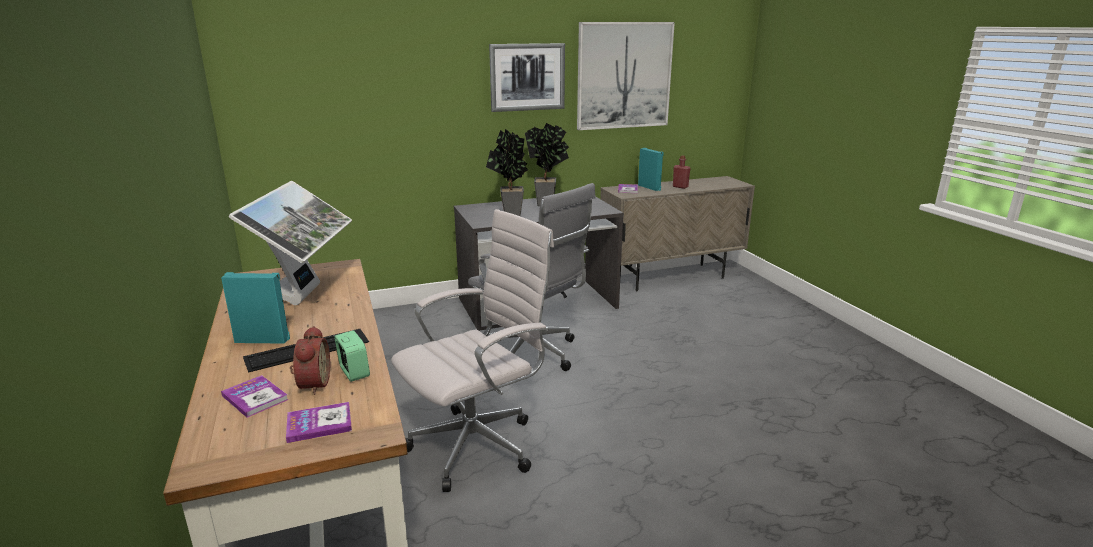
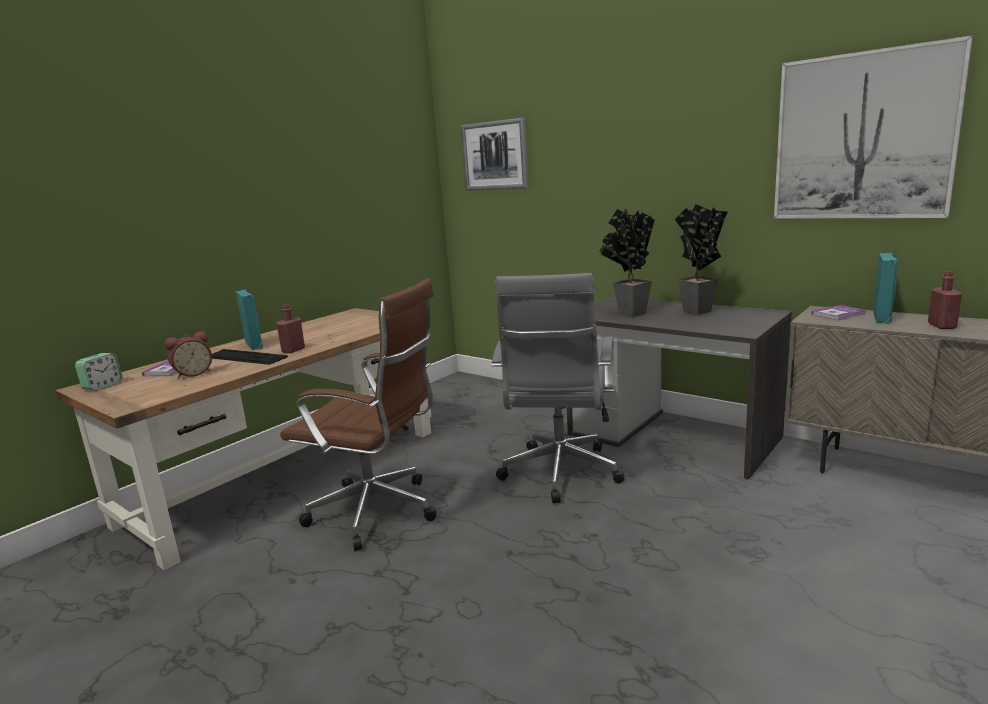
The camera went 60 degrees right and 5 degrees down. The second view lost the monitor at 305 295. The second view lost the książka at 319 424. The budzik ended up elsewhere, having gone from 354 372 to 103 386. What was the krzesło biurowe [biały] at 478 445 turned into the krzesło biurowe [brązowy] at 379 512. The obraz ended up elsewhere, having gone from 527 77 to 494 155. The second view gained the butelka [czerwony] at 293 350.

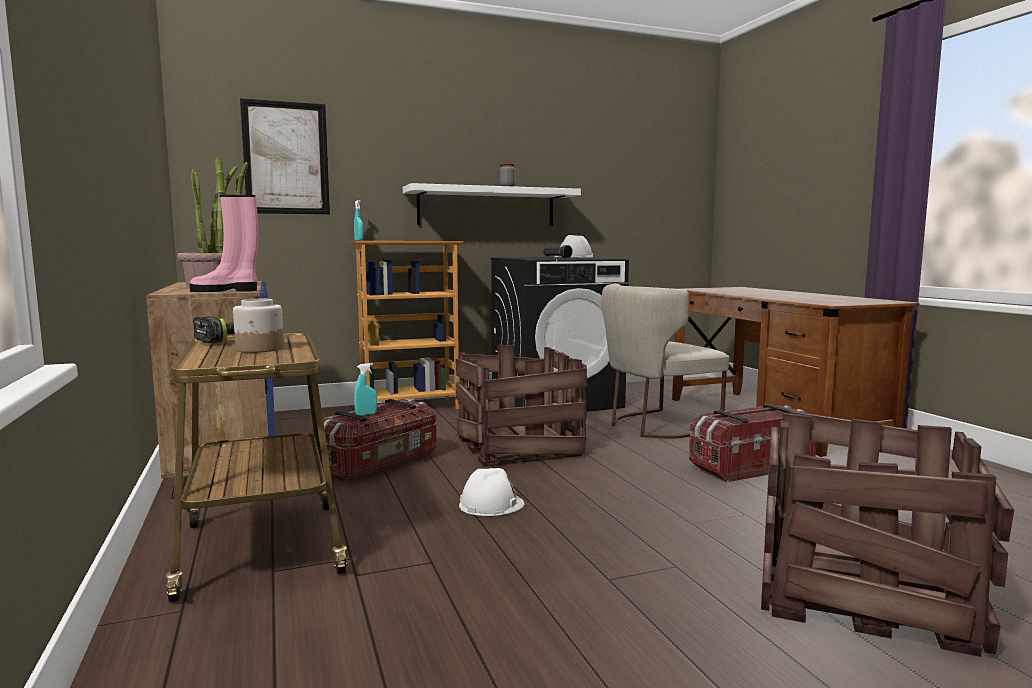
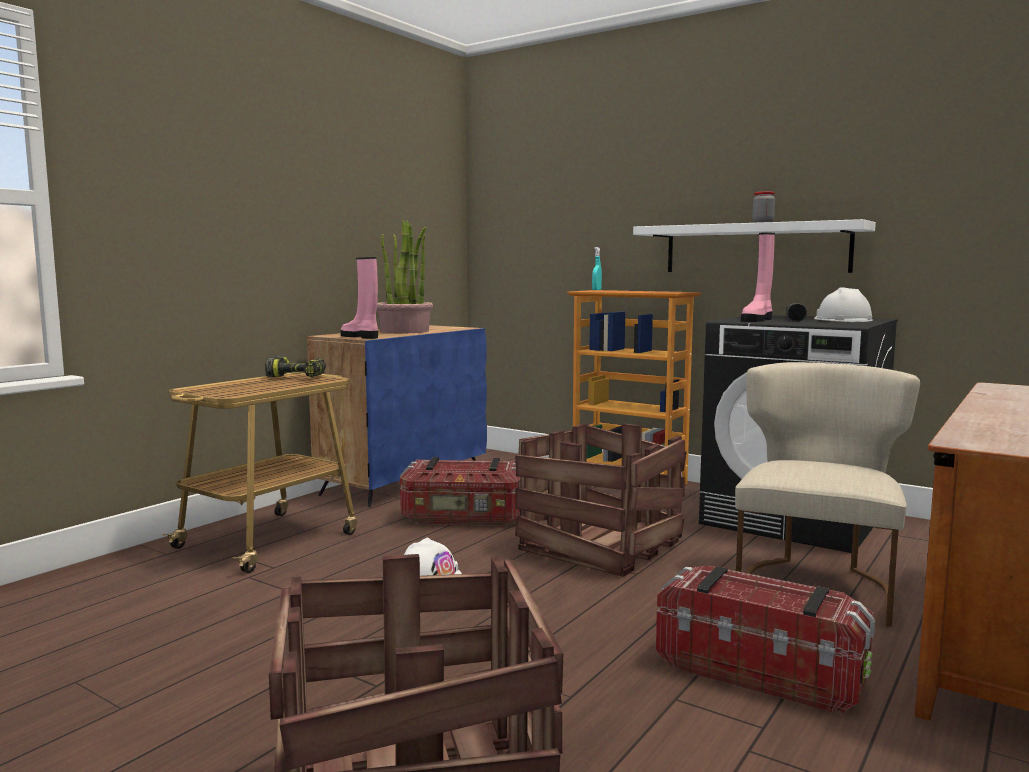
The camera went 55 degrees right and 0 degrees up. The second view lost the słoik at 260 349. The second view lost the obraz at 286 158. The second view lost the spryskiwacz [turkusowy] at 366 414. The krzesło [beżowy] at 655 426 ended up facing another way, 90 degrees clockwise from before. The second view gained the but z cholewką [różowy] at 757 320.

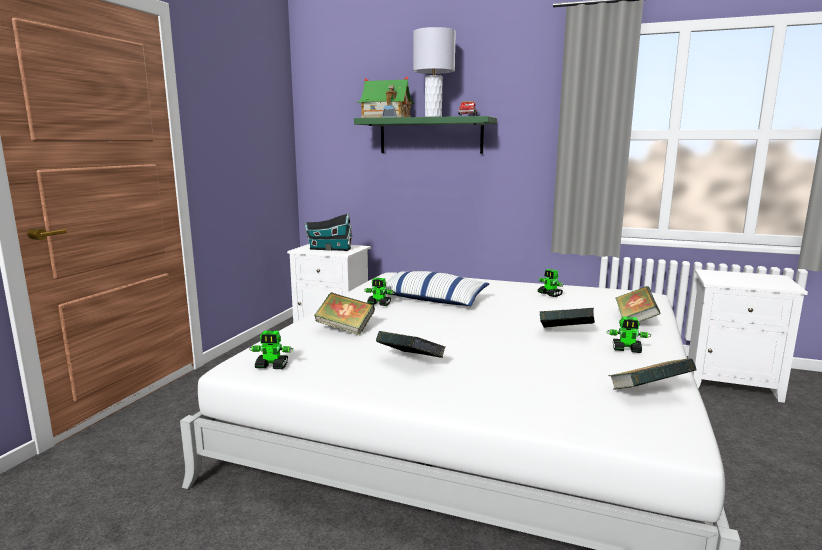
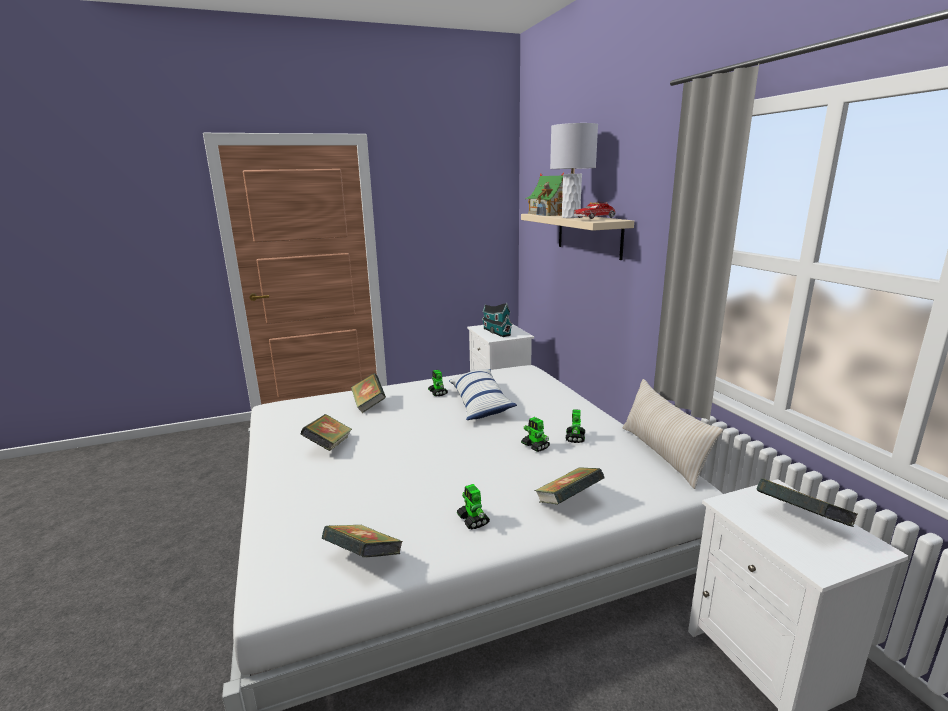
The camera went 50 degrees right and 5 degrees up. The robot zabawkowy ended up elsewhere, having gone from 272 366 to 535 446. What was the półka [zielony] at 430 136 turned into the półka [beżowy] at 588 234. The książka ended up elsewhere, having gone from 566 333 to 800 521. The second view gained the poduszka [beżowy] at 663 454.

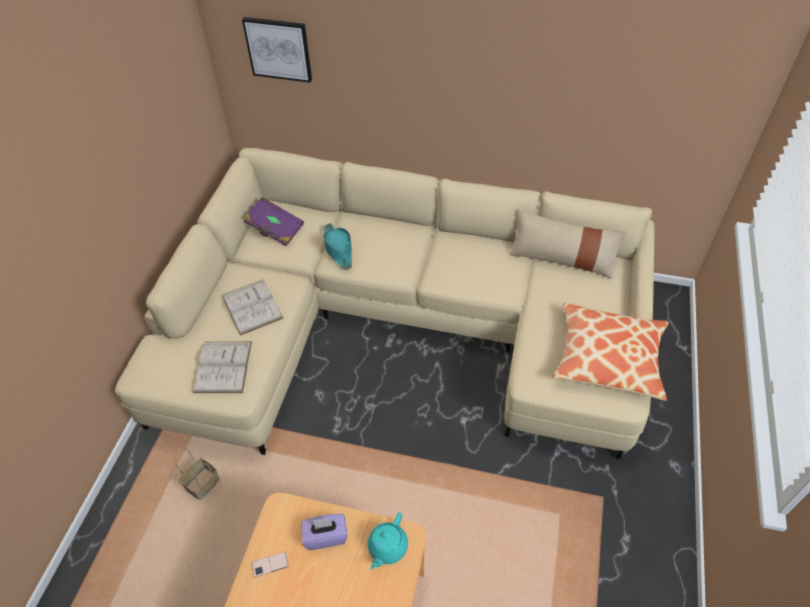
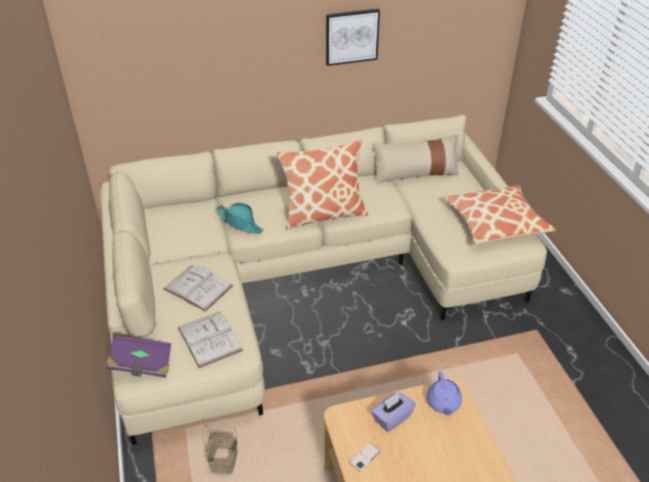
The camera went 30 degrees left and 10 degrees down. The obraz ended up elsewhere, having gone from 278 49 to 351 36. The książka [fioletowy] ended up elsewhere, having gone from 275 230 to 141 365. What was the imbryk [turkusowy] at 387 548 turned into the imbryk [fioletowy] at 443 403. The second view gained the poduszka at 323 214.

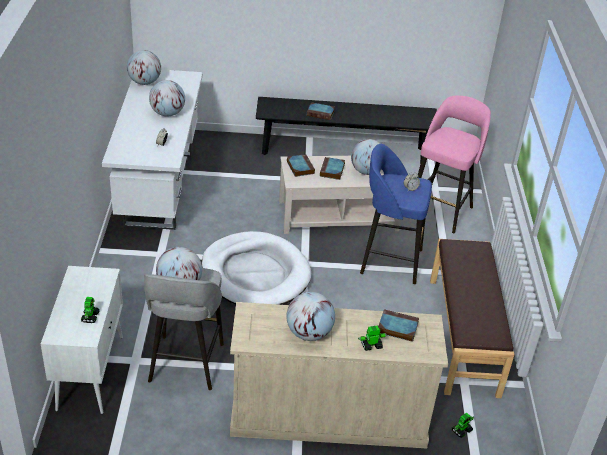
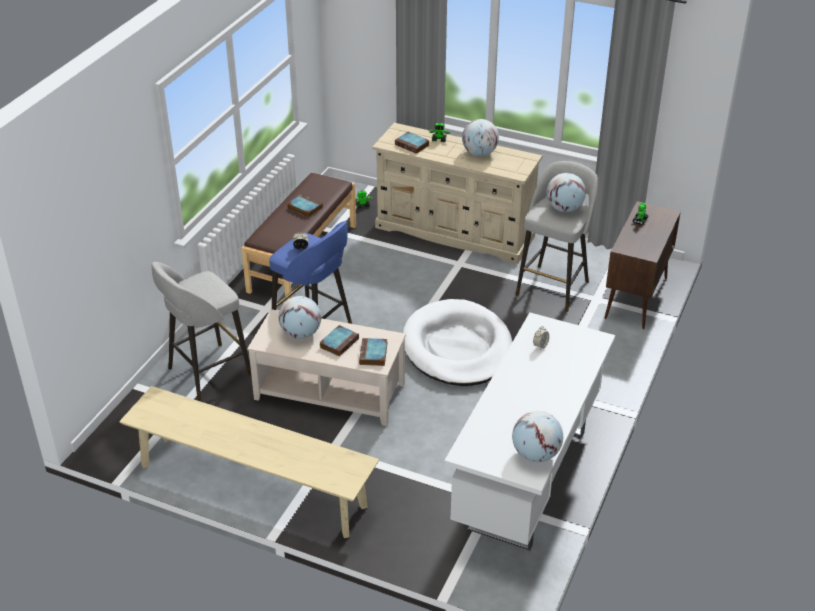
The camera went 155 degrees left and 0 degrees up. What was the szafka [biały] at 90 371 turned into the szafka [brązowy] at 636 298. The second view lost the globus at 167 113. What was the ławka [czarny] at 343 151 turned into the ławka [beżowy] at 252 486. The książka ended up elsewhere, having gone from 321 113 to 304 208. What was the stołek [różowy] at 441 210 turned into the stołek [szary] at 207 372.

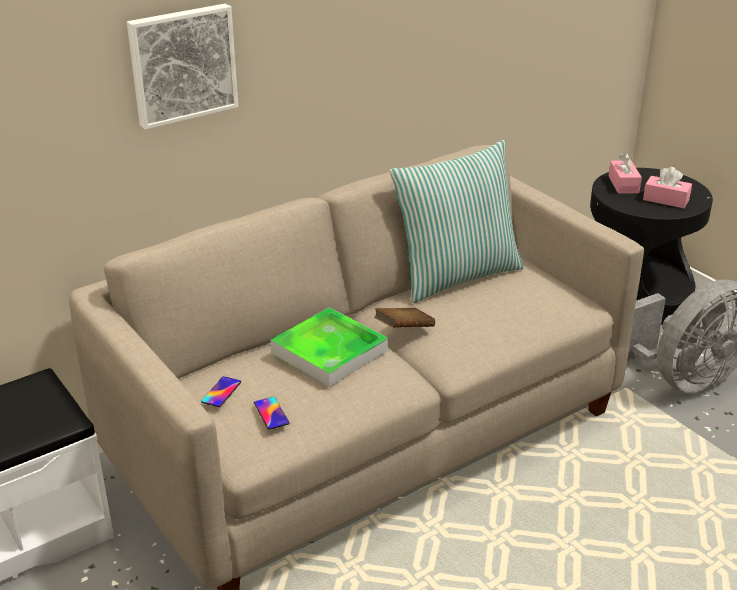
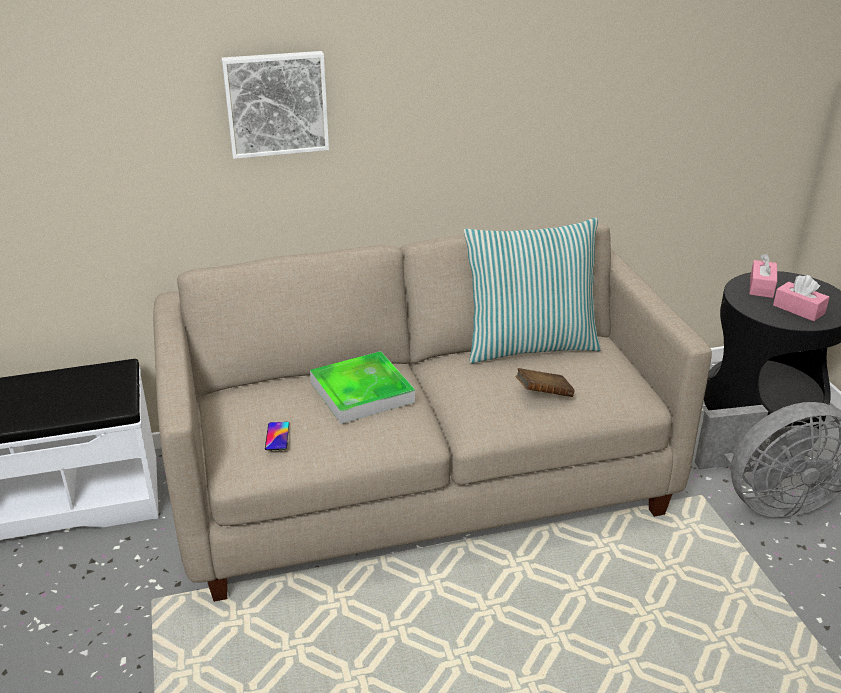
The camera went 20 degrees right and 0 degrees up. The second view lost the telefon at 221 392. The książka [brązowy] ended up elsewhere, having gone from 404 329 to 543 394.

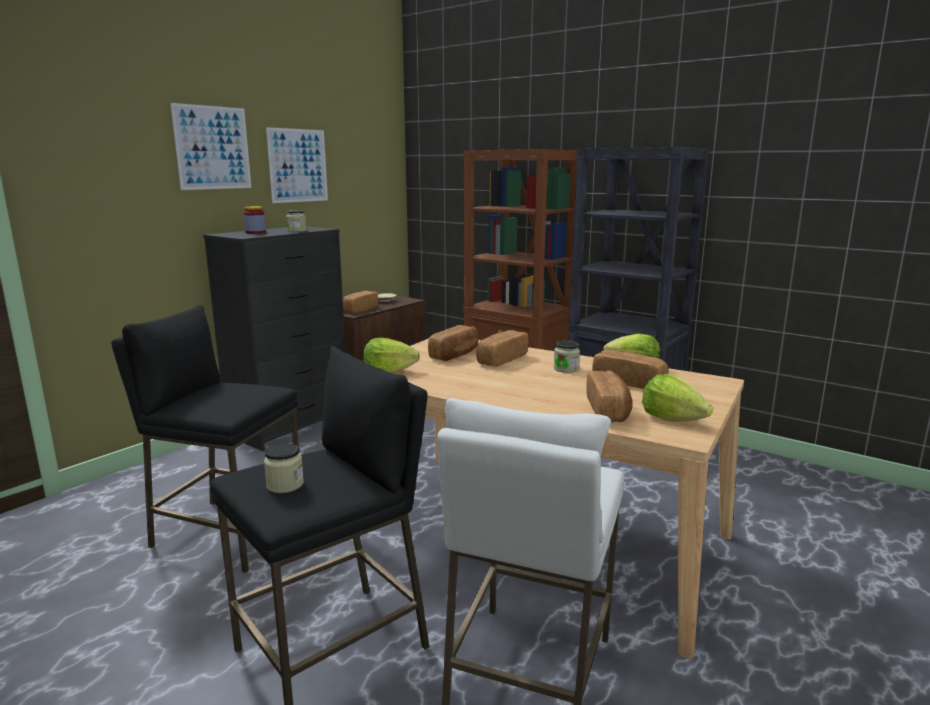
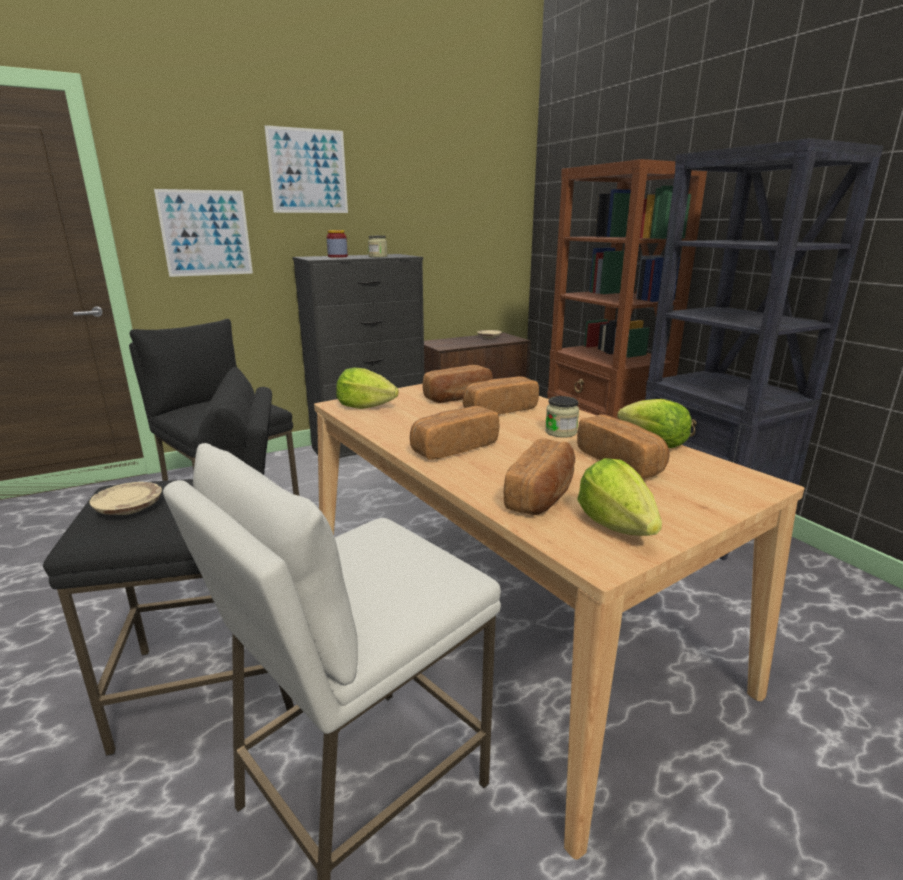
The camera went 25 degrees right and 5 degrees up. Where the słoik stood at 285 485, the talerz [beżowy] came to stand at 129 508. The obraz ended up elsewhere, having gone from 298 165 to 206 233. The chleb ended up elsewhere, having gone from 359 310 to 454 448.

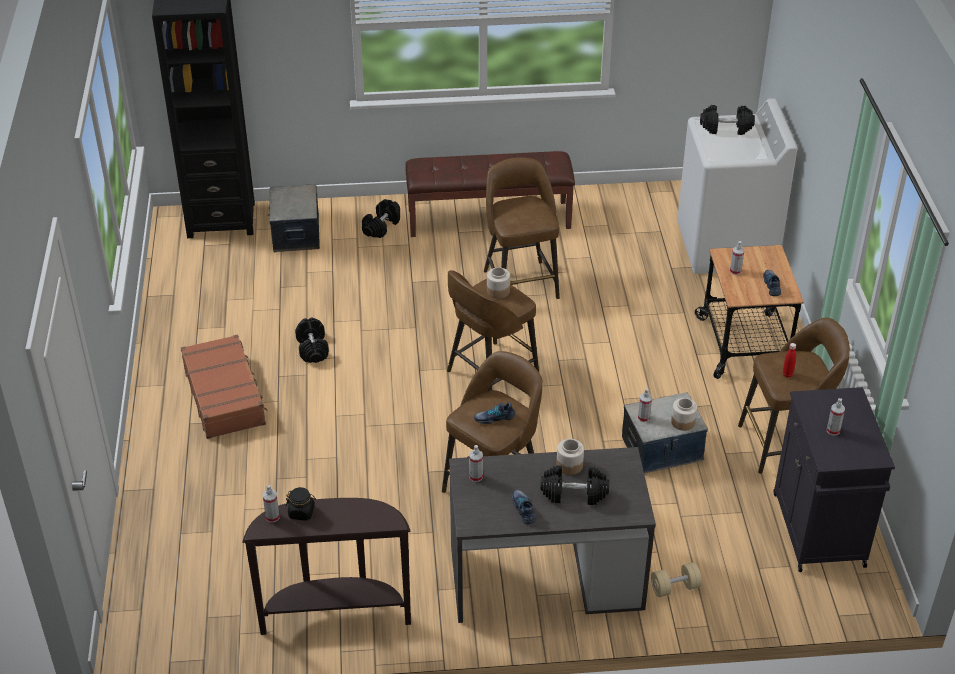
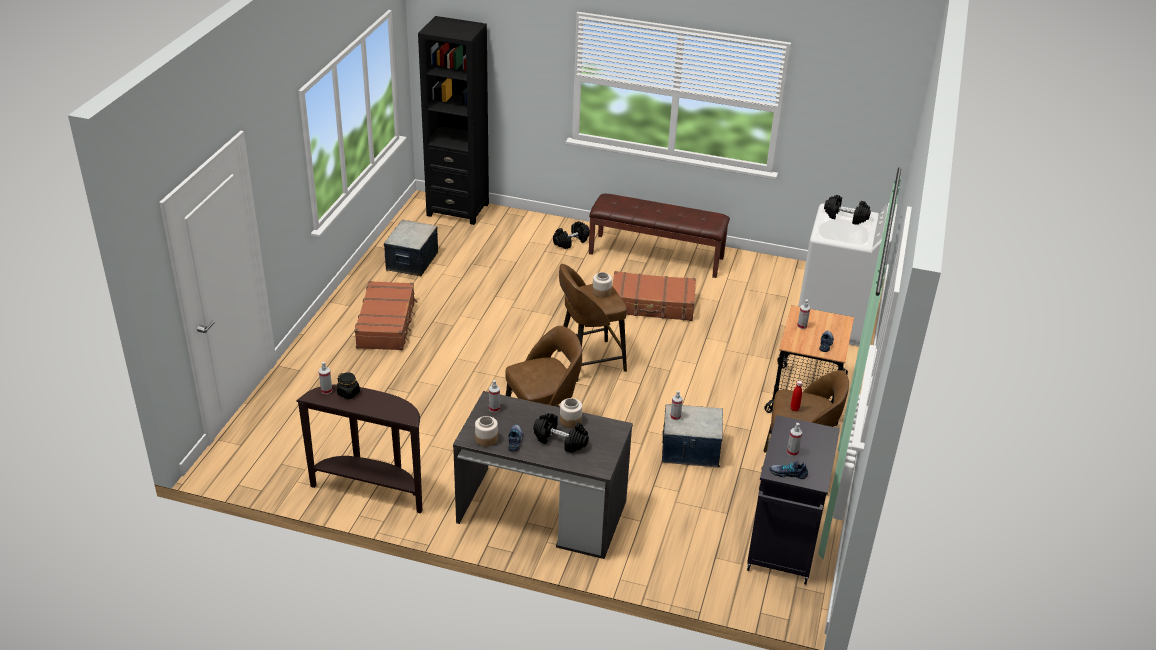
The camera went 20 degrees right and 5 degrees down. The pojemnik do przechowywania ended up elsewhere, having gone from 295 234 to 411 261. The second view lost the hantel [czarny] at 312 348. The but ended up elsewhere, having gone from 494 417 to 788 473. Where the stołek [brązowy] stood at 520 283, the walizka [brązowy] came to stand at 652 305. The second view lost the hantel [beżowy] at 675 587. The słoik ended up elsewhere, having gone from 683 422 to 486 439.

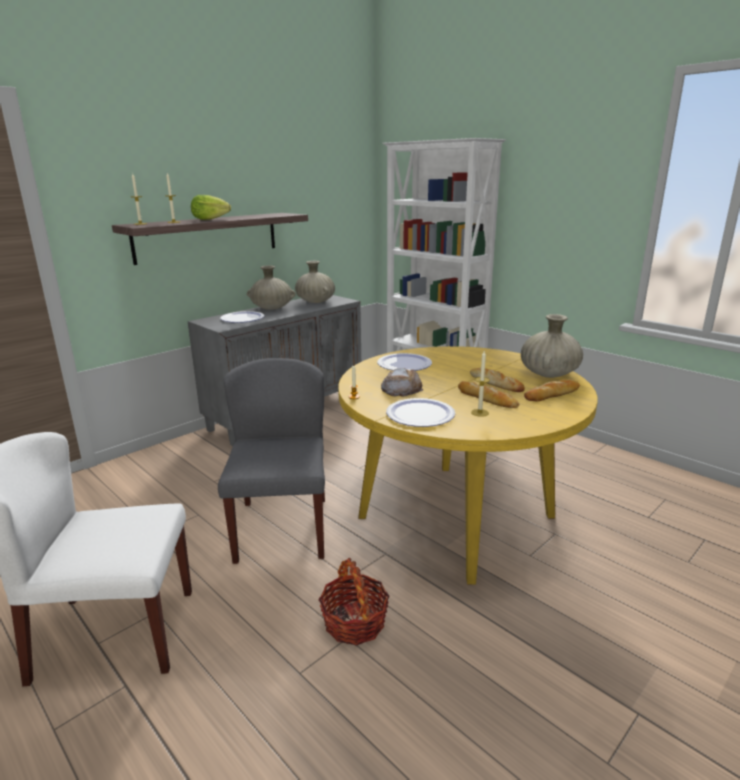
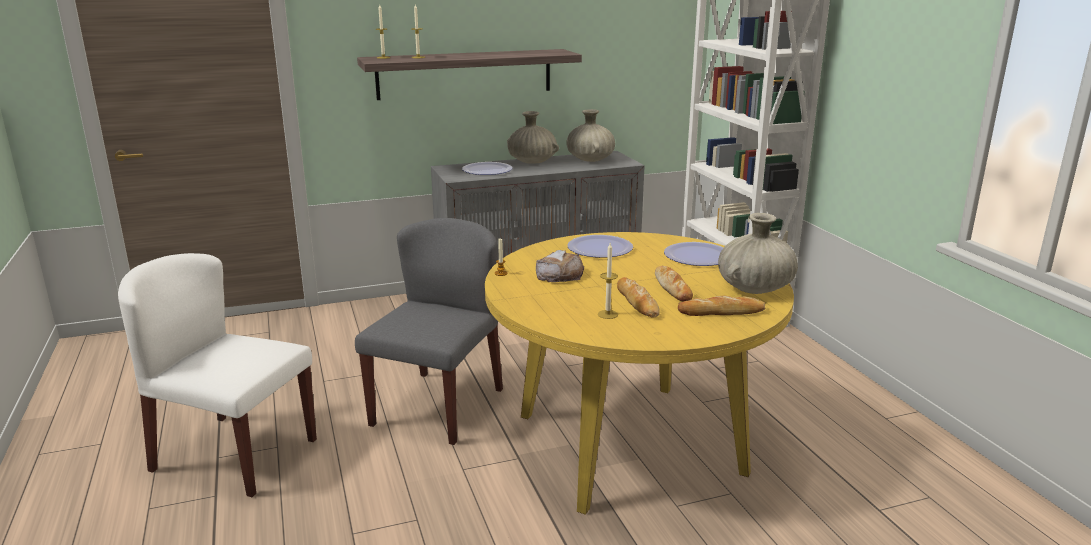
The camera went 25 degrees right and 0 degrees up. The second view lost the sałata at 210 219. The second view lost the koszyk at 354 622. The talerz ended up elsewhere, having gone from 420 414 to 697 256.

